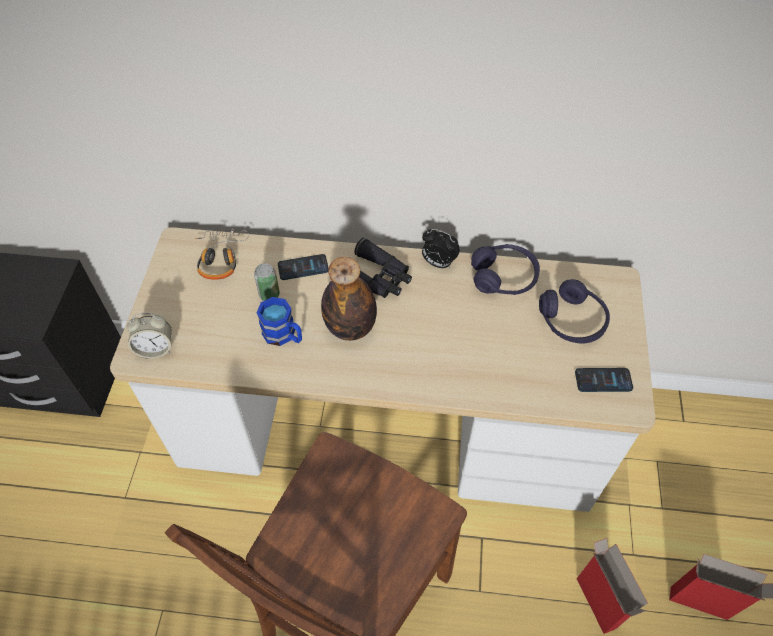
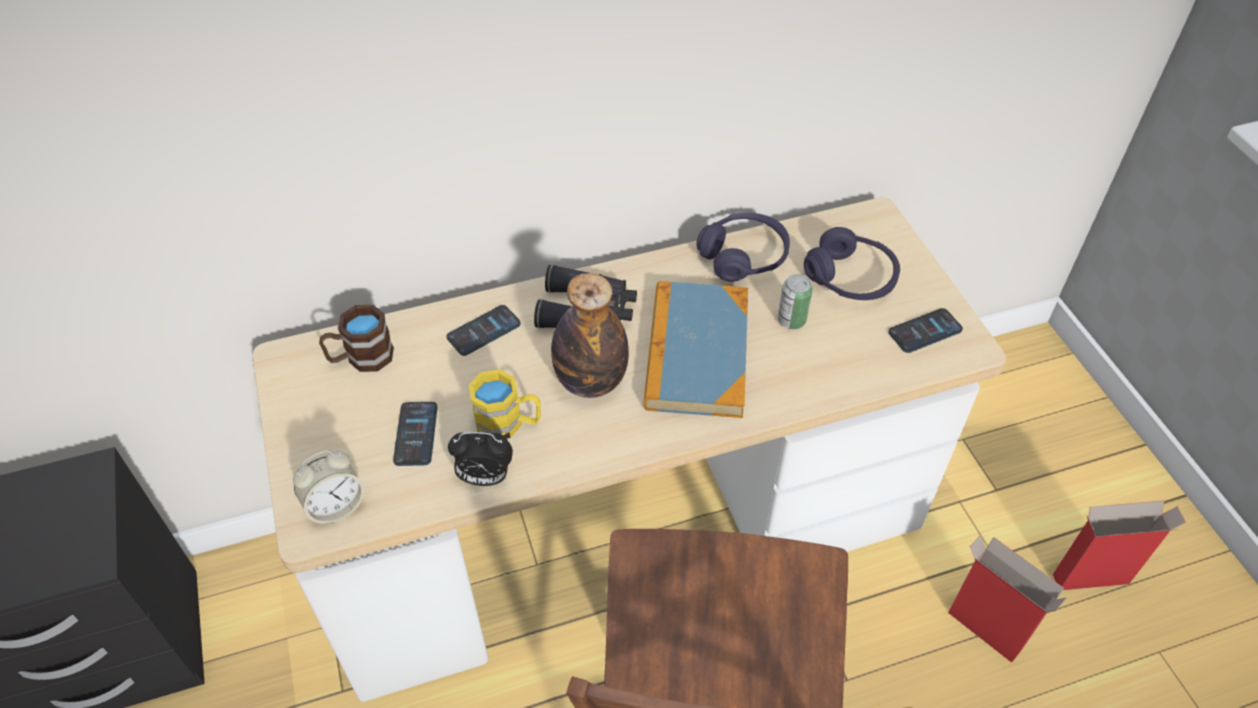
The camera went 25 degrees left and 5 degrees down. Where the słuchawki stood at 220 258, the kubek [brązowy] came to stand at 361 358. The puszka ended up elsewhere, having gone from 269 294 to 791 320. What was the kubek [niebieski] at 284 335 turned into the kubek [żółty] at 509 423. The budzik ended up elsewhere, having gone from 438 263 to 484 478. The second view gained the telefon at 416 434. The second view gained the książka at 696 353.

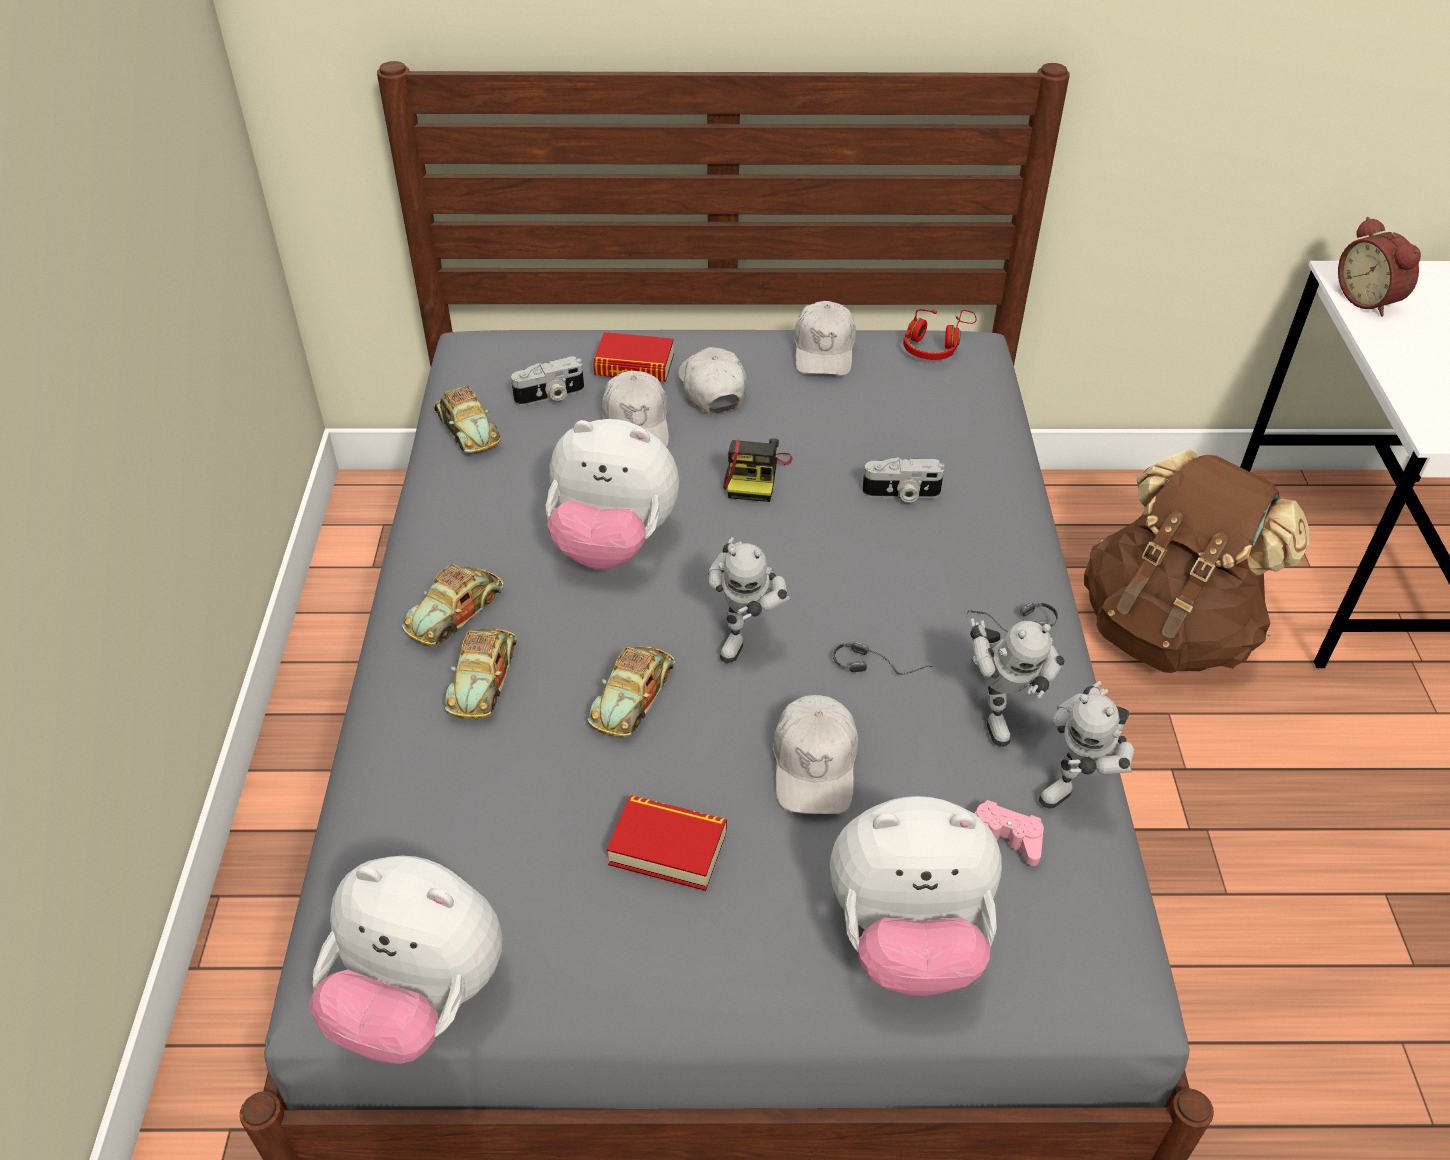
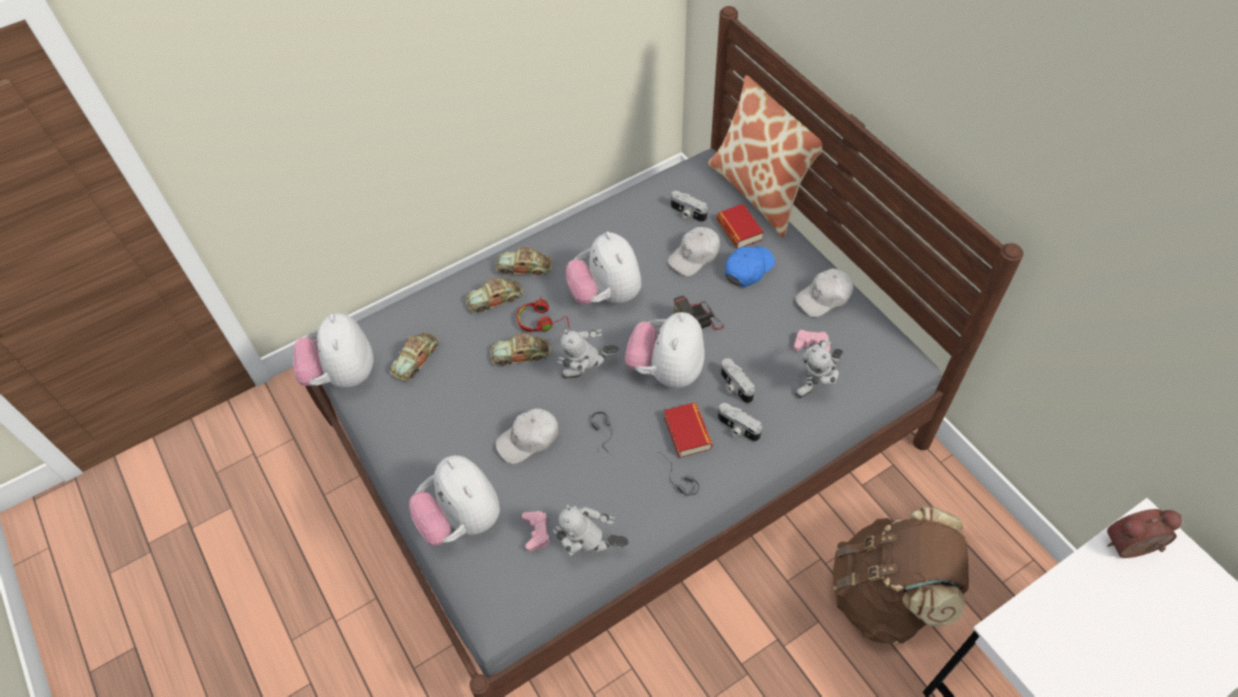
The camera went 60 degrees right and 10 degrees up. The samochodzik ended up elsewhere, having gone from 467 429 to 416 359. The książka ended up elsewhere, having gone from 668 848 to 687 433. What was the czapka z daszkiem [biały] at 712 388 turned into the czapka z daszkiem [niebieski] at 748 269. The słuchawki [czerwony] ended up elsewhere, having gone from 936 344 to 542 321. The robot zabawkowy ended up elsewhere, having gone from 997 710 to 817 386. The budzik at 1369 300 ended up facing another way, 45 degrees clockwise from before. The second view gained the pluszak at 666 370. The second view gained the poduszka at 760 191. The second view gained the aparat fotograficzny at 737 429. The second view gained the pad do gier [różowy] at 811 344.

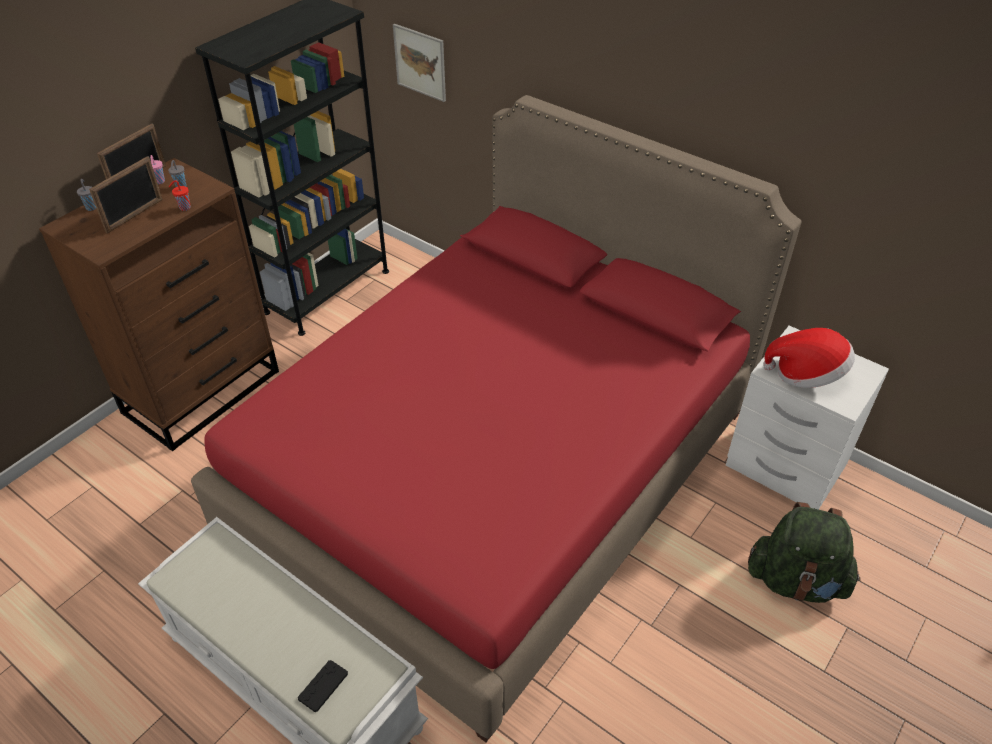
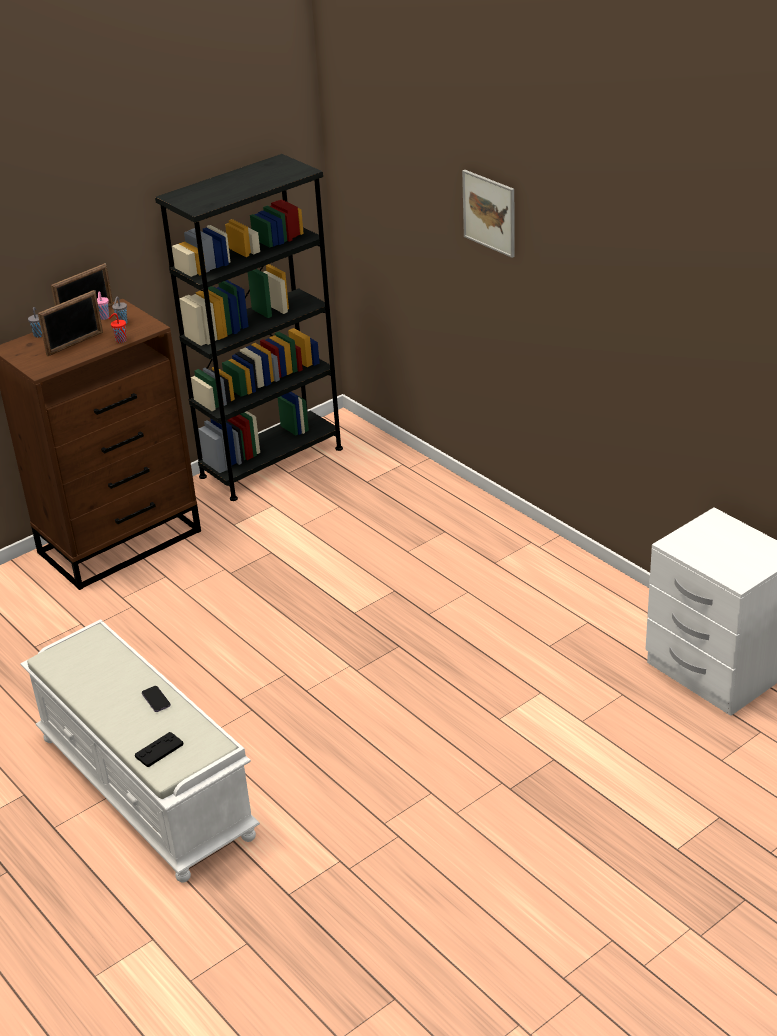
The camera went 15 degrees right and 10 degrees down. The second view lost the łóżko [czerwony] at 496 472. The obraz ended up elsewhere, having gone from 420 62 to 489 213. The second view lost the plecak [zielony] at 796 581. The second view lost the kapelusz at 806 374. The second view gained the telefon at 156 700.

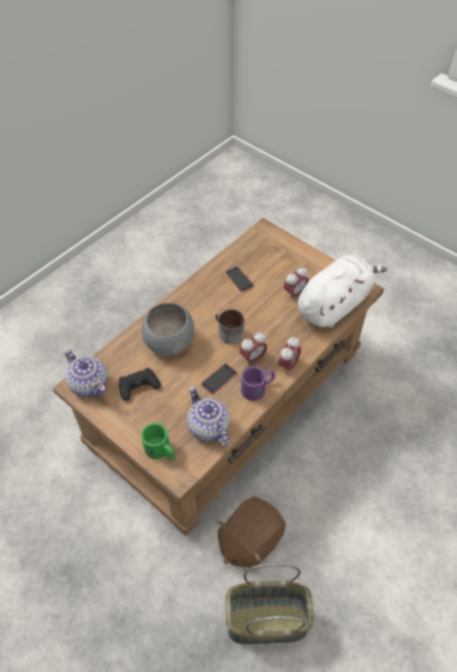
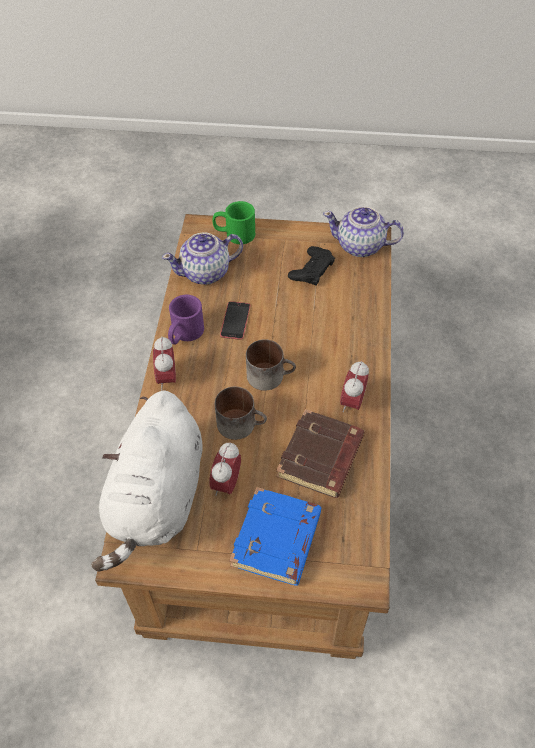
The camera went 145 degrees right and 0 degrees up. The second view lost the miska [szary] at 168 342. The imbryk at 208 428 ended up facing another way, 135 degrees clockwise from before. The second view lost the pluszak [brązowy] at 249 540. Where the telefon stood at 239 279, the książka [brązowy] came to stand at 321 458. The second view lost the koszyk at 266 621. The budzik ended up elsewhere, having gone from 253 358 to 352 402. The second view gained the kubek at 241 423. The second view gained the książka [niebieski] at 277 540.

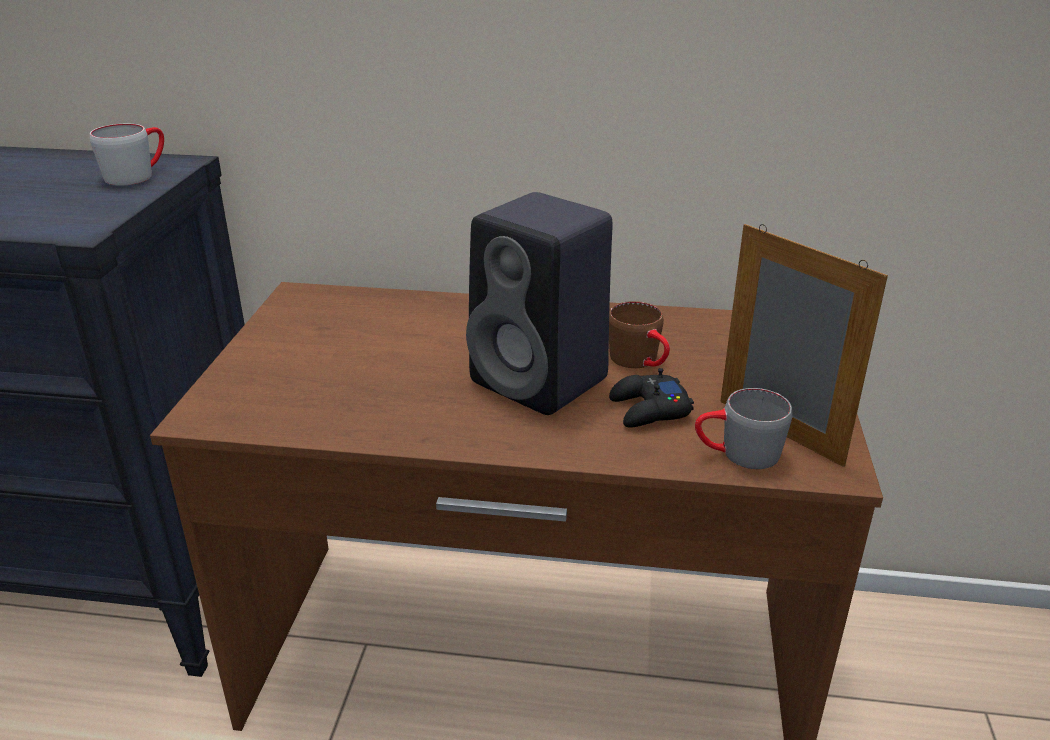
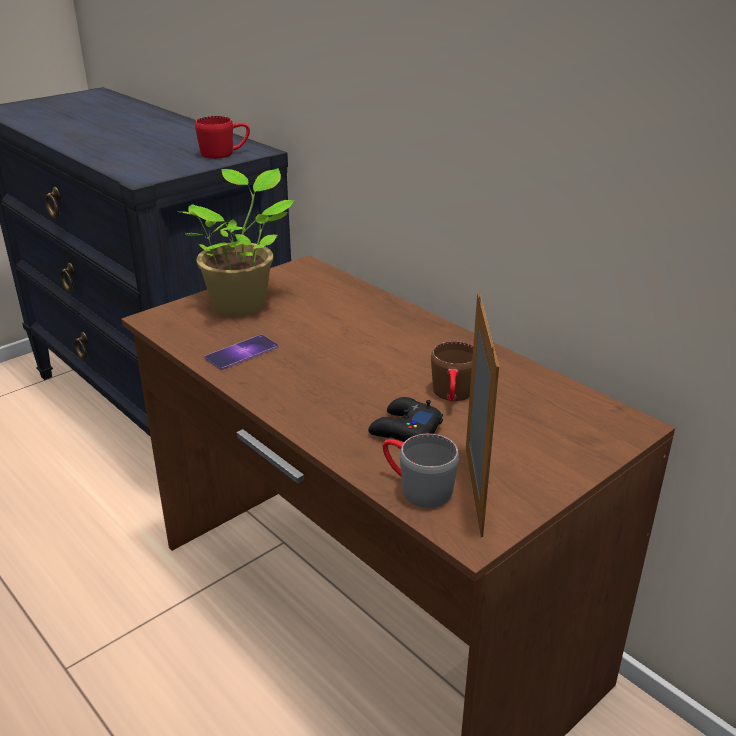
The camera went 40 degrees right and 0 degrees up. What was the kubek [szary] at 137 174 turned into the kubek [czerwony] at 224 153. The second view lost the głośnik [czarny] at 543 381. The second view gained the roślina doniczkowa at 242 303. The second view gained the telefon at 242 352.

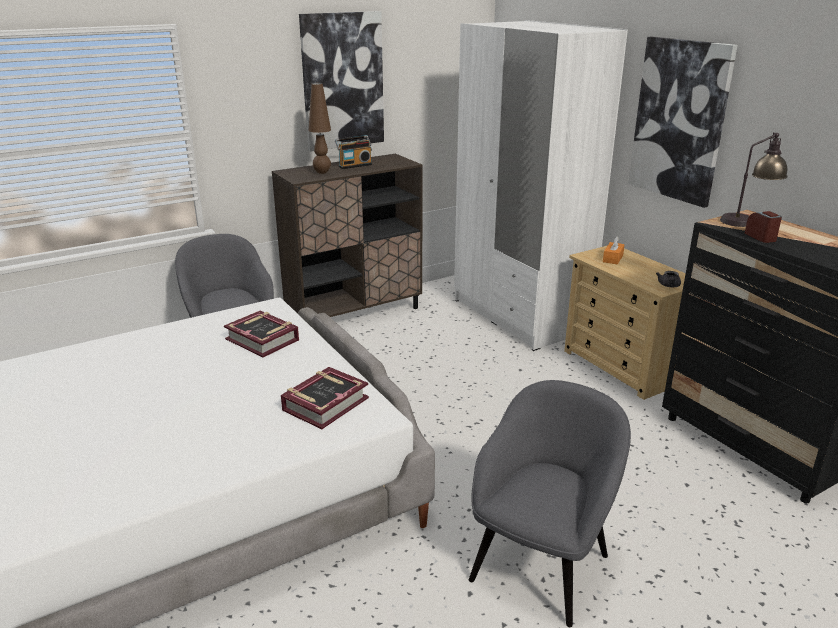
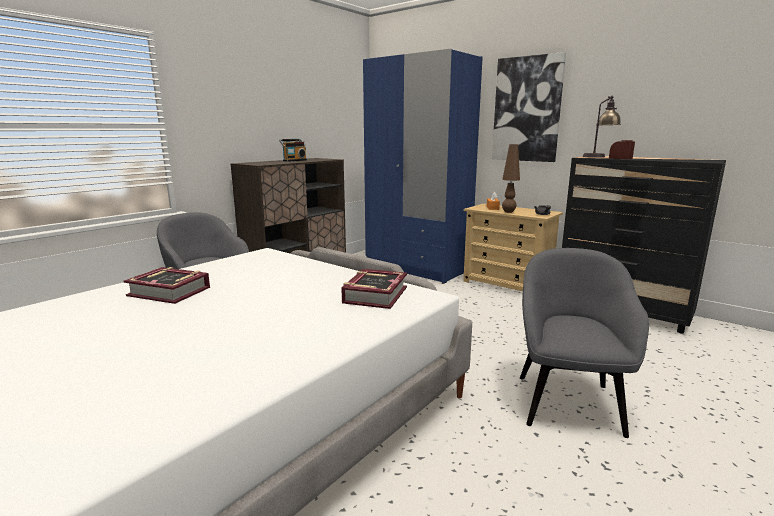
The camera went 20 degrees left and 10 degrees down. The książka ended up elsewhere, having gone from 263 339 to 169 291. The second view lost the obraz at 342 81. The lampa stołowa [brązowy] ended up elsewhere, having gone from 322 172 to 508 212. What was the szafa [biały] at 519 316 turned into the szafa [niebieski] at 417 268.

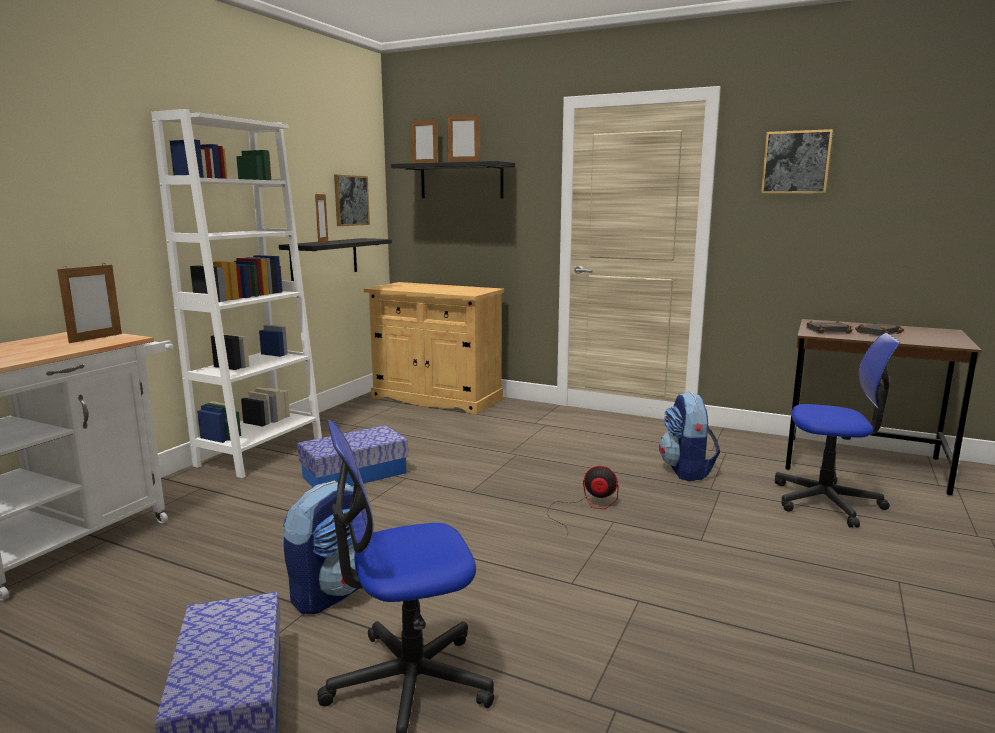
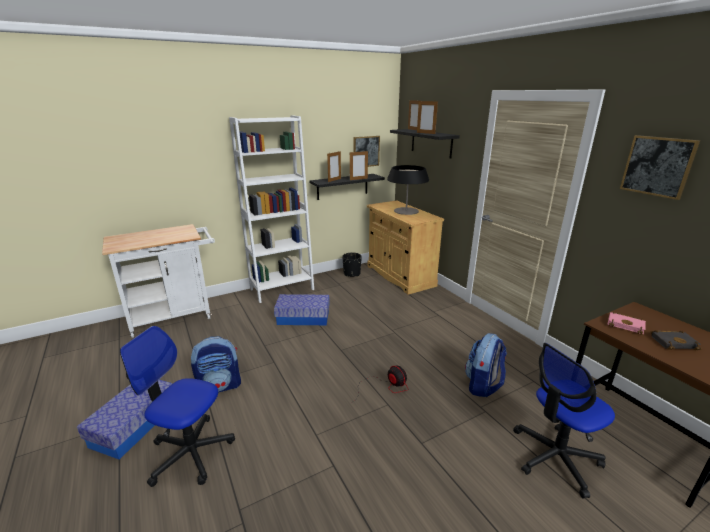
The camera went 35 degrees right and 10 degrees up. The ramka na zdjęcie ended up elsewhere, having gone from 96 338 to 358 179. The krzesło biurowe at 826 502 ended up facing another way, 105 degrees clockwise from before. What was the książka [czarny] at 828 331 turned into the książka [różowy] at 626 325. The second view gained the donica [czarny] at 352 274. The second view gained the lampa stołowa at 406 211.

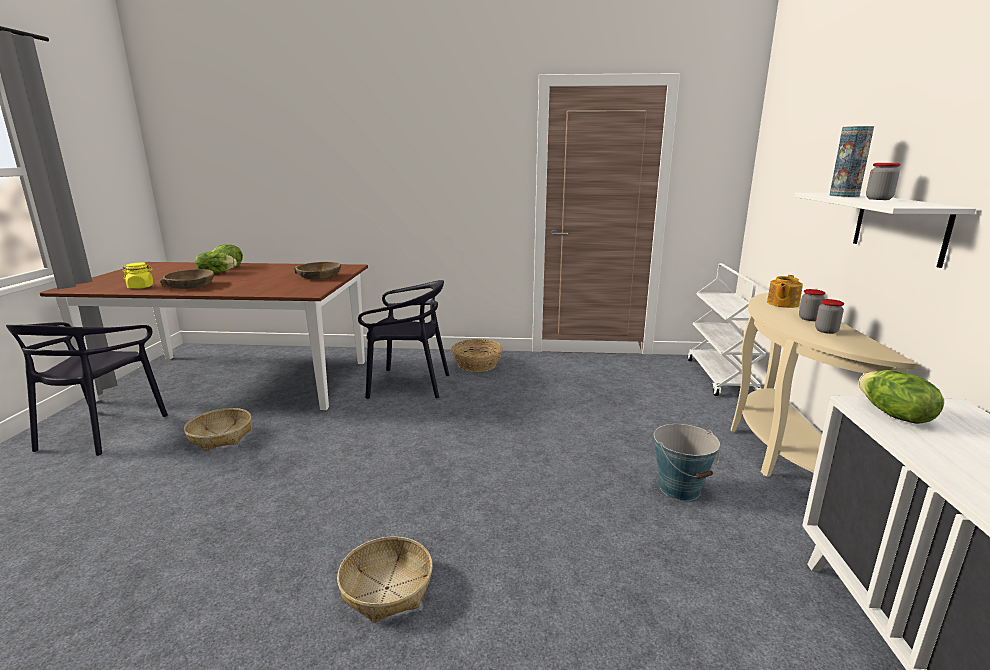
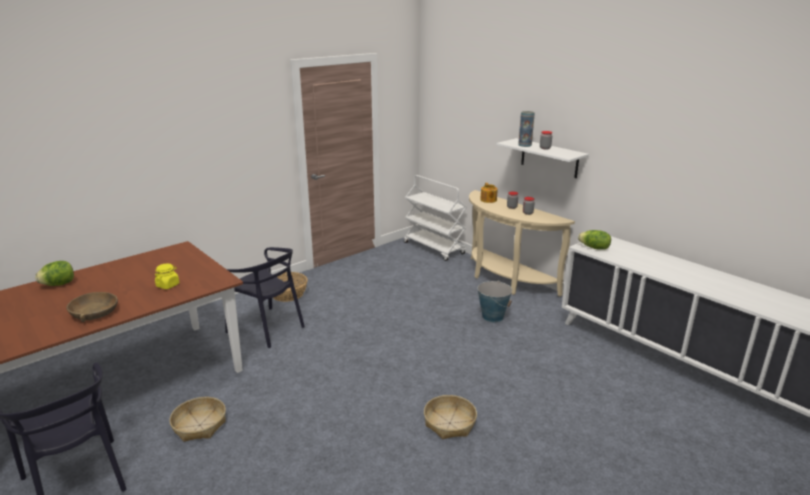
The camera went 45 degrees left and 5 degrees up. The słoik [żółty] ended up elsewhere, having gone from 141 287 to 168 285. The second view lost the sałata at 216 273. The second view lost the miska [brązowy] at 319 277. The krzesło [czarny] at 408 385 ended up facing another way, 75 degrees clockwise from before.

